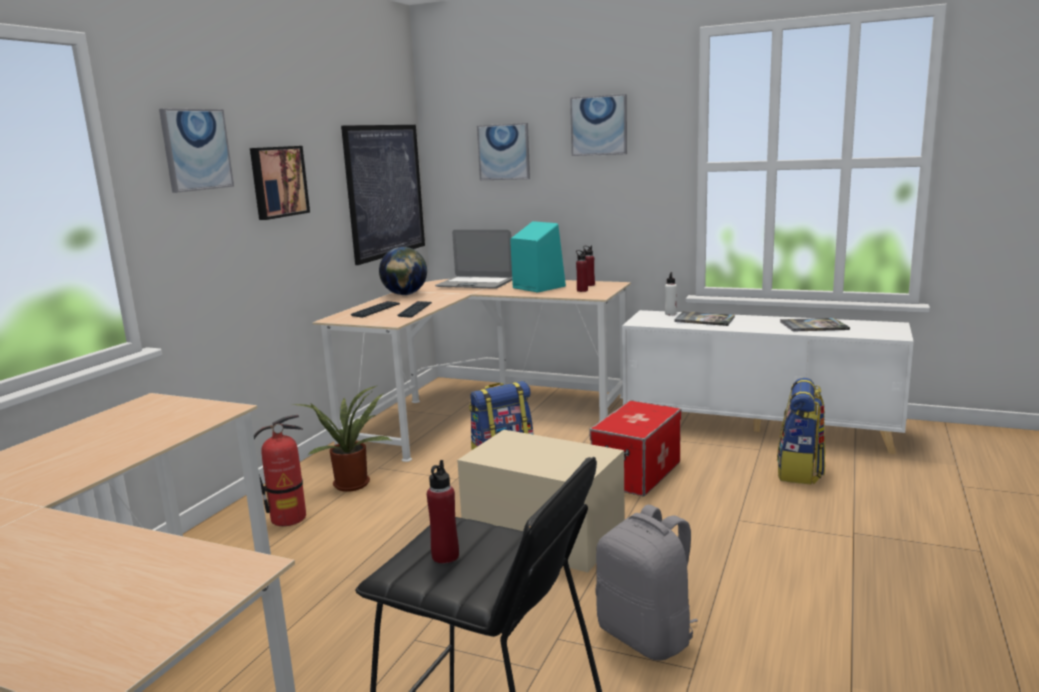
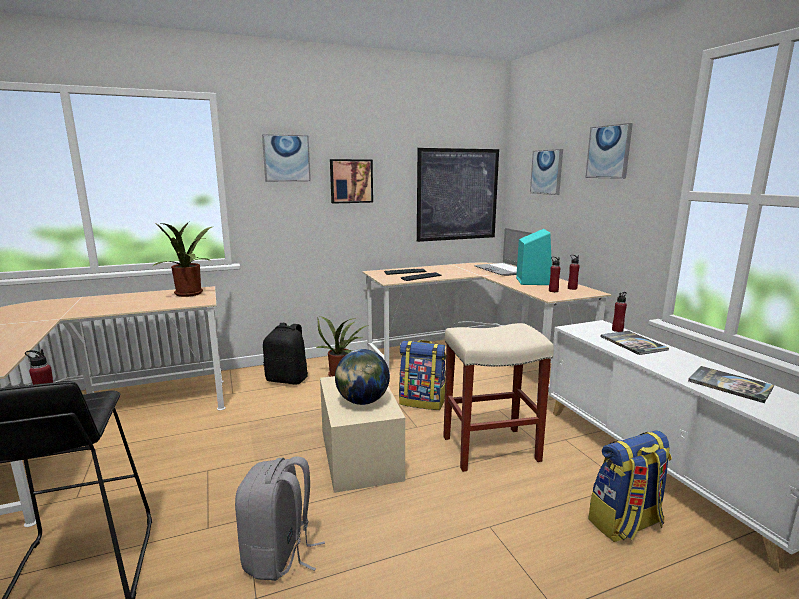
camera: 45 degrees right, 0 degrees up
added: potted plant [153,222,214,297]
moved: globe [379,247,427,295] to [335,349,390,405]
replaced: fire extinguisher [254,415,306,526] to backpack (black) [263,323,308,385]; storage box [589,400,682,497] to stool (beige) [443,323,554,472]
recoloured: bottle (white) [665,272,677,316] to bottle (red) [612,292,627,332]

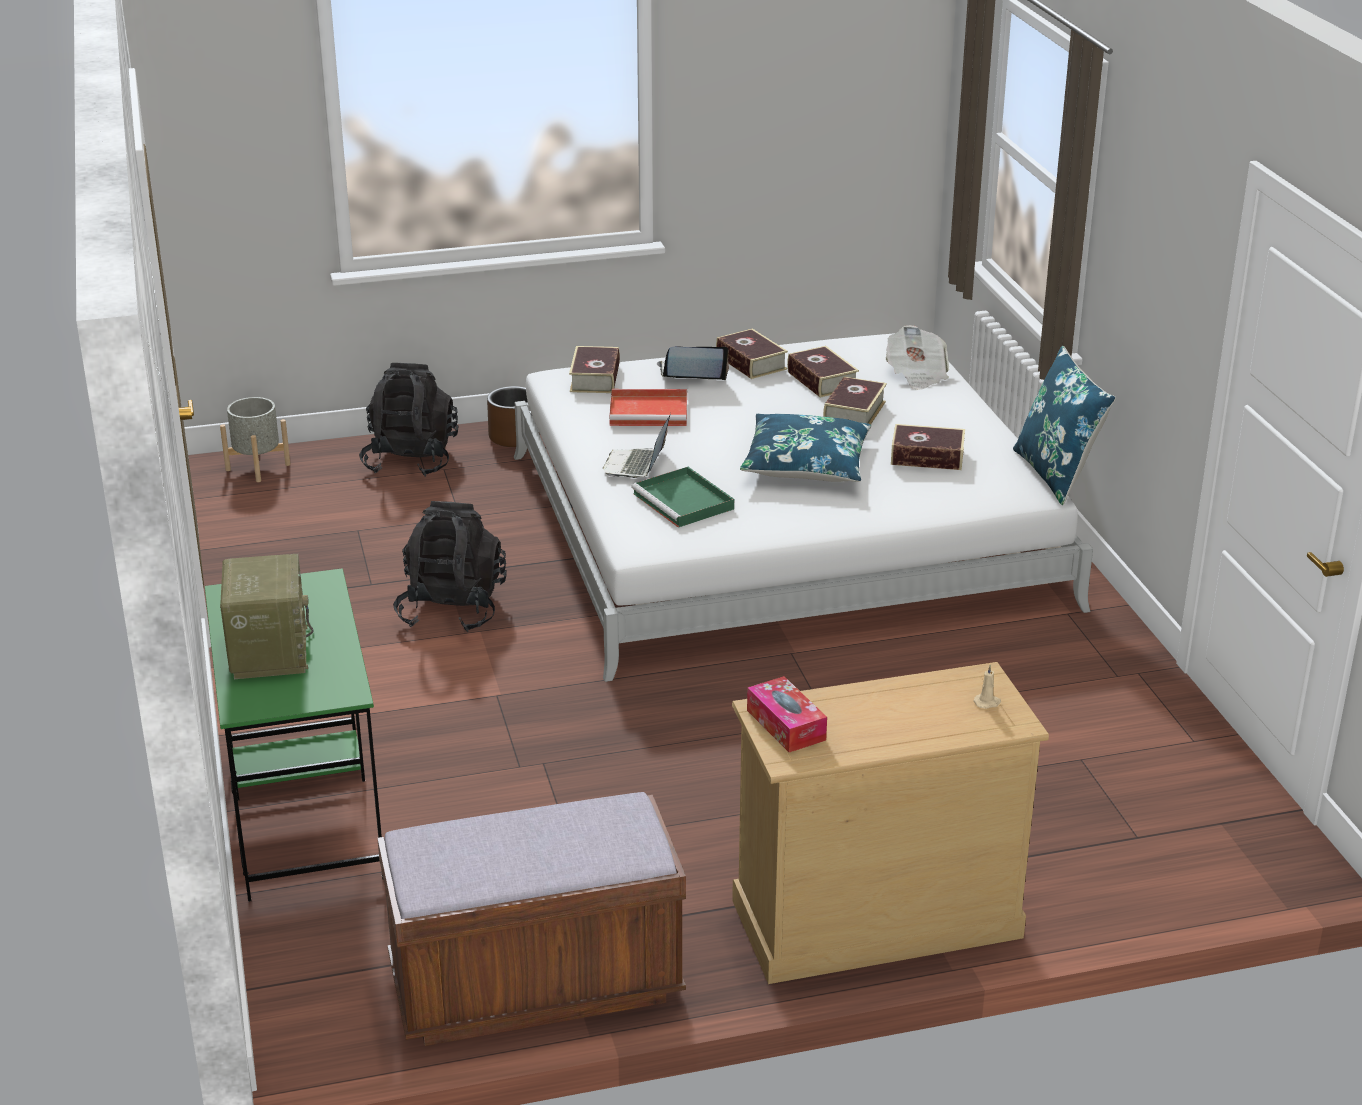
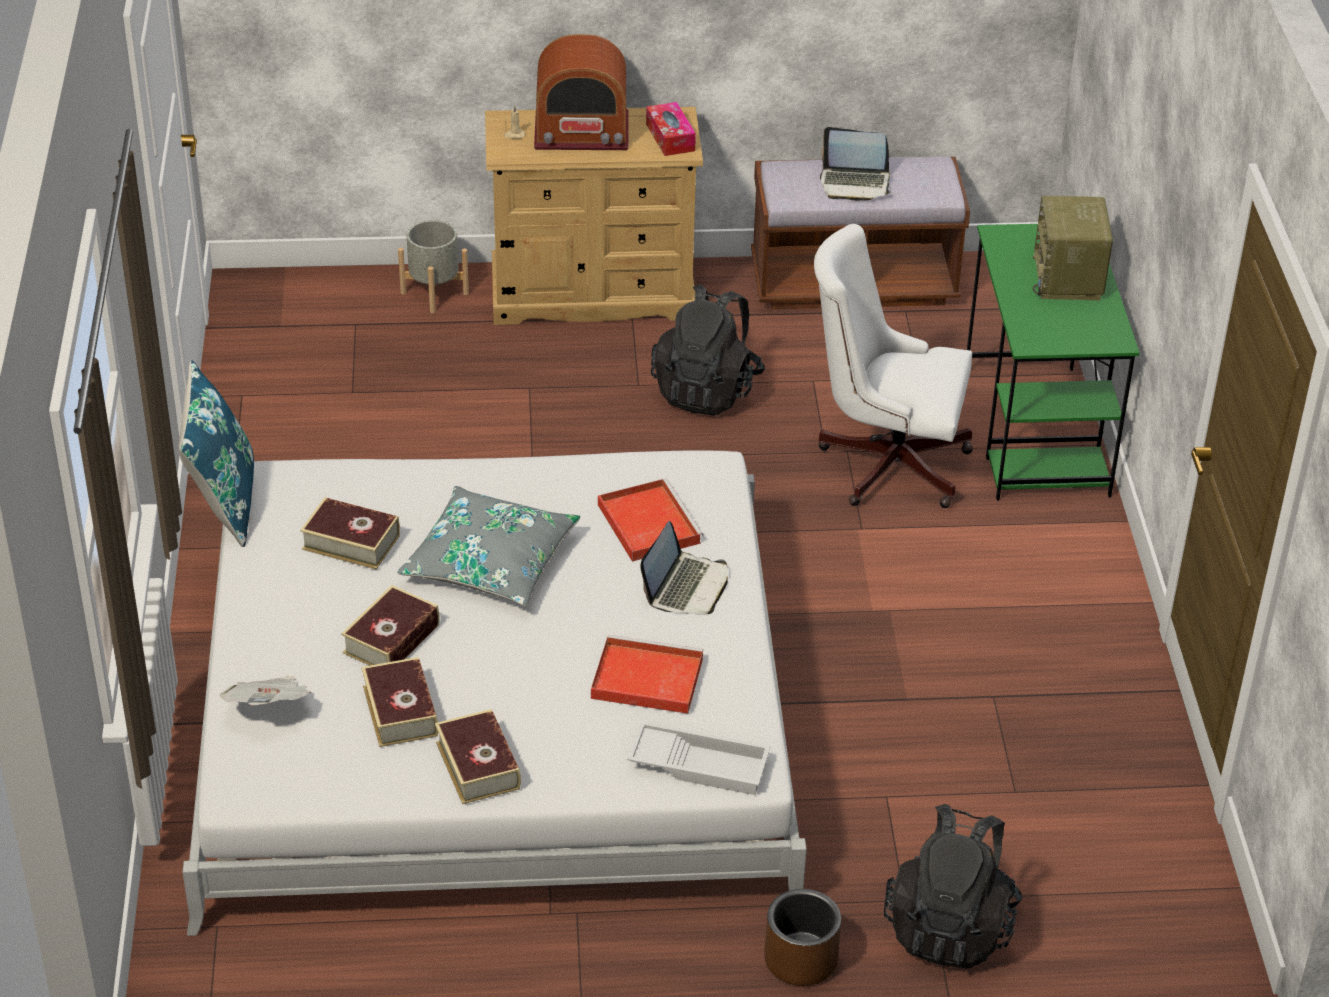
camera: 170 degrees left, 10 degrees up
added: radio [534,34,628,150]; office chair (white) [814,224,973,508]
moved: planter (grey) [220,397,291,482] to [398,220,469,313]; backpack (black) [393,501,507,632] to [651,284,765,416]; laptop [657,346,729,381] to [820,127,891,201]
replaced: book [569,346,620,393] to tray (white) [627,721,771,795]
recoloured: tray (green) [631,467,734,528] to tray (red) [598,479,703,562]; pillow (blue) [740,413,871,482] to pillow (grey) [397,486,581,606]

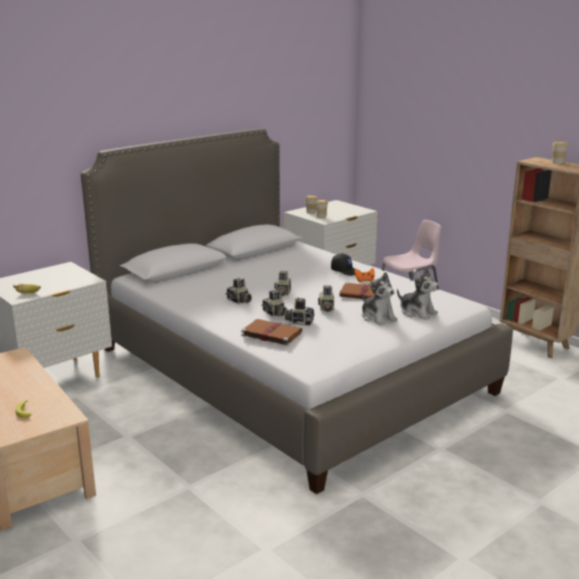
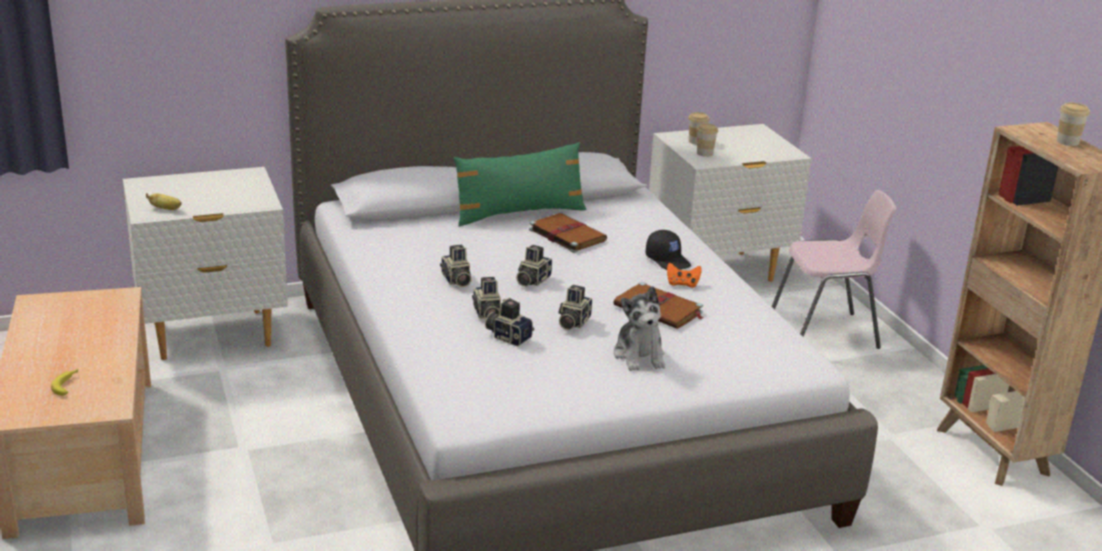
camera: 20 degrees right, 5 degrees up
removed: plush toy [397,267,439,320]
added: pillow (green) [453,142,586,227]
moved: book (brown) [240,319,302,346] to [529,213,607,253]

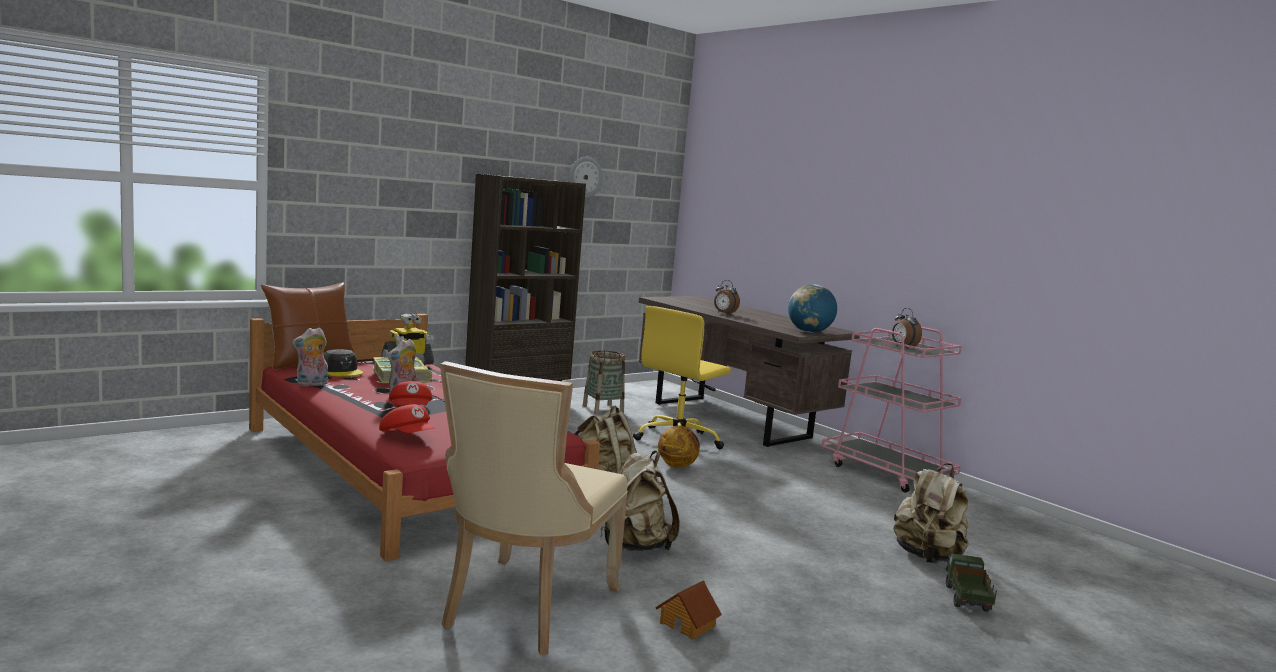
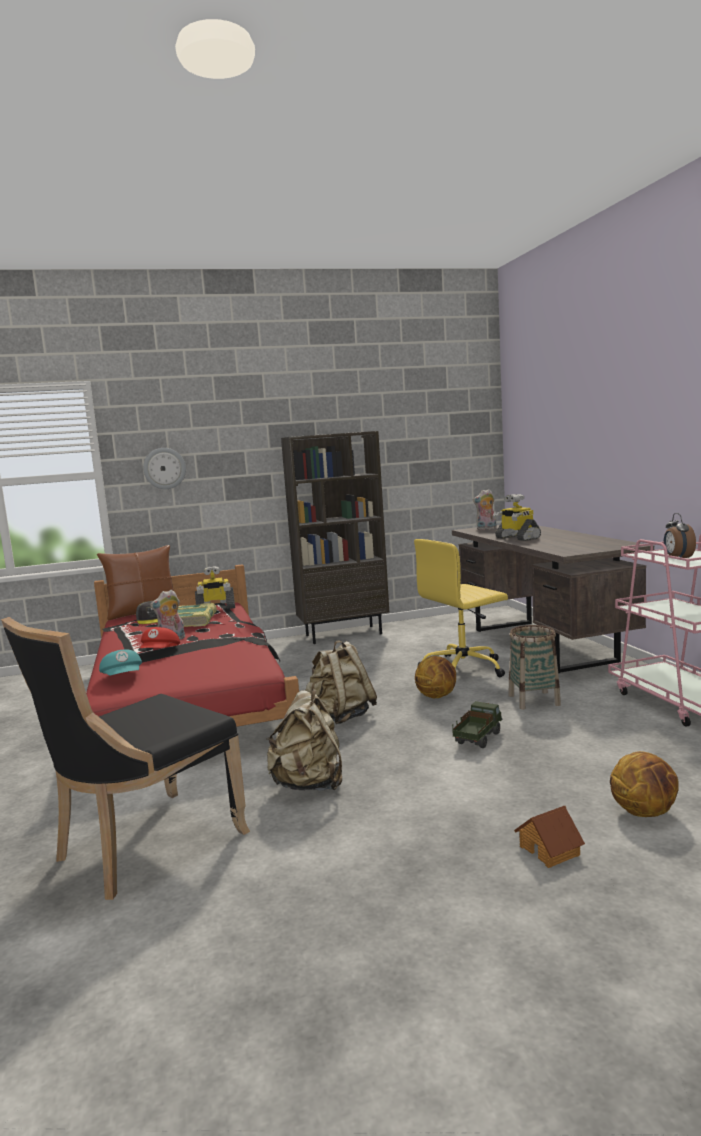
camera: 25 degrees right, 0 degrees up
removed: globe [788,284,837,333]
moved: plush toy [292,328,328,386] to [473,489,497,530]; wall clock [569,157,603,198] to [143,448,186,489]; basket [582,350,625,414] to [509,625,561,709]; toy house [655,580,722,639] to [514,806,585,868]; toy truck [946,553,997,612] to [452,701,502,748]
replaced: alarm clock [714,280,740,315] to toy robot [493,494,541,541]; backpack (beige) [893,463,969,563] to basketball [610,751,679,817]
recoloured: cap (red) [379,404,435,433] to cap (turquoise) [99,649,142,676]; chair (beige) [440,361,628,655] to chair (black) [1,617,250,900]

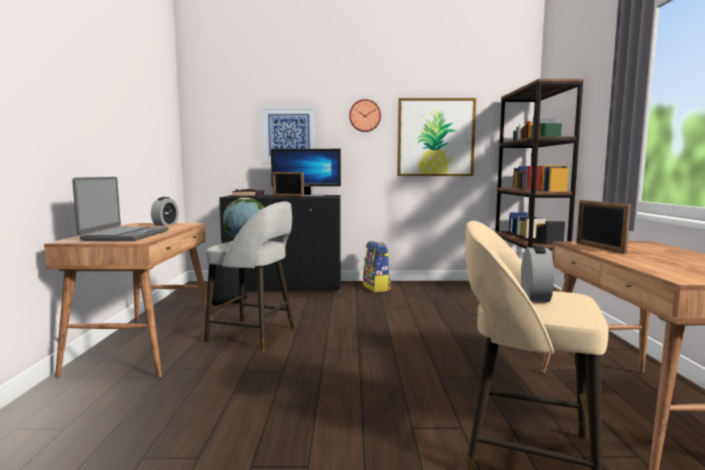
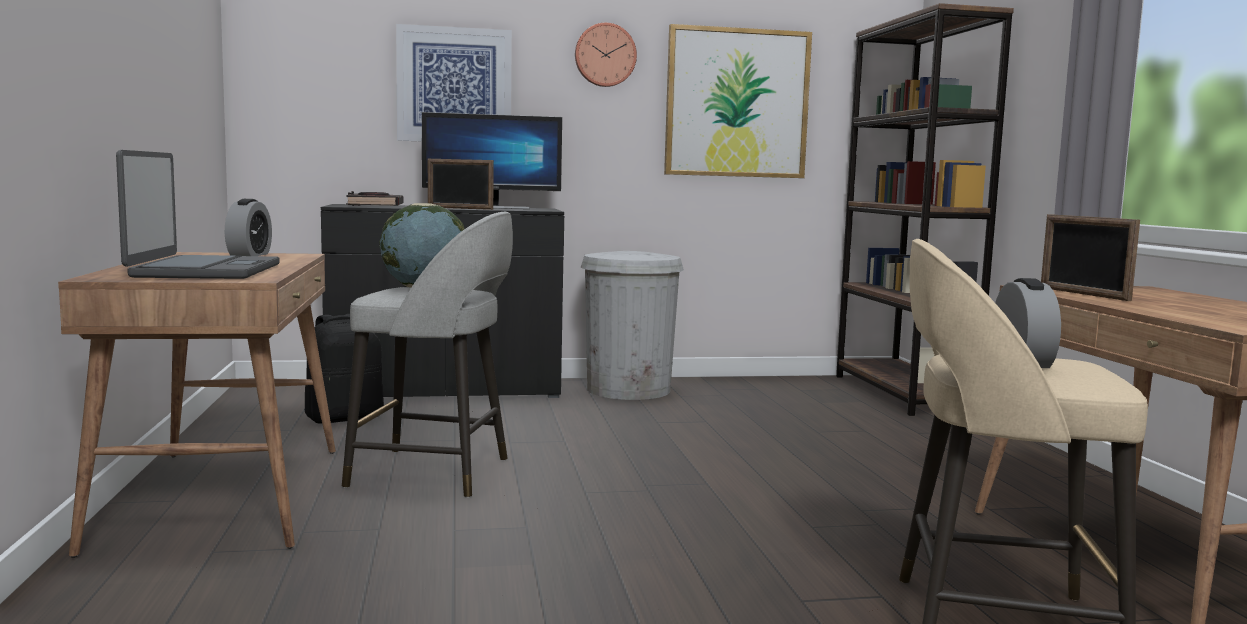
camera: 10 degrees left, 0 degrees up
replaced: backpack [363,241,391,292] to trash can (white) [581,251,684,400]

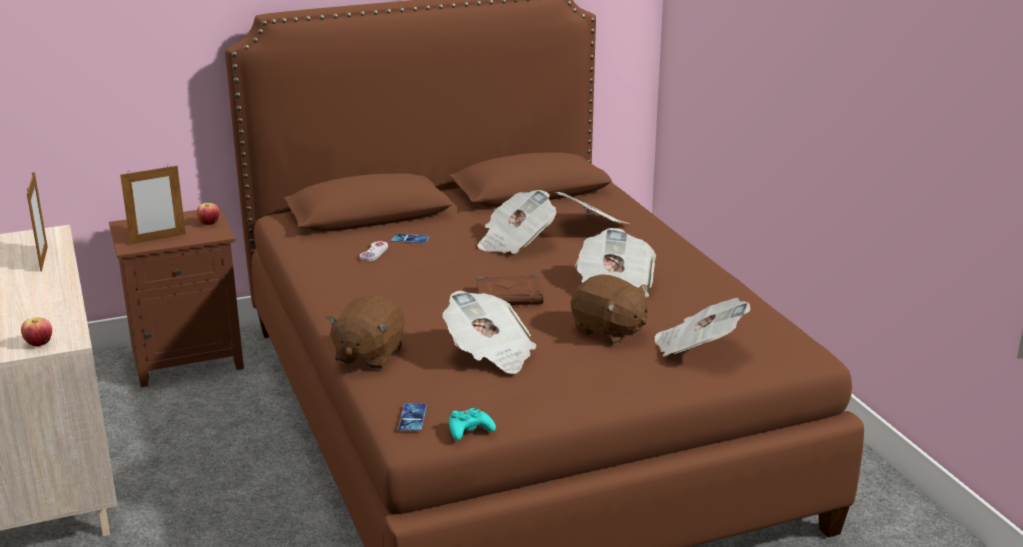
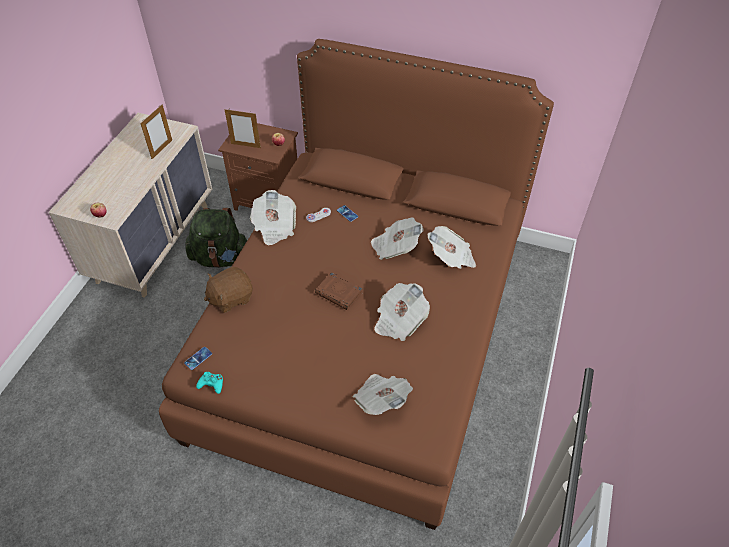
camera: 40 degrees right, 25 degrees up
removed: plush toy (brown) [571,274,648,345]
added: backpack (green) [185,208,247,268]
moved: newspaper [443,290,537,374] to [250,190,296,245]

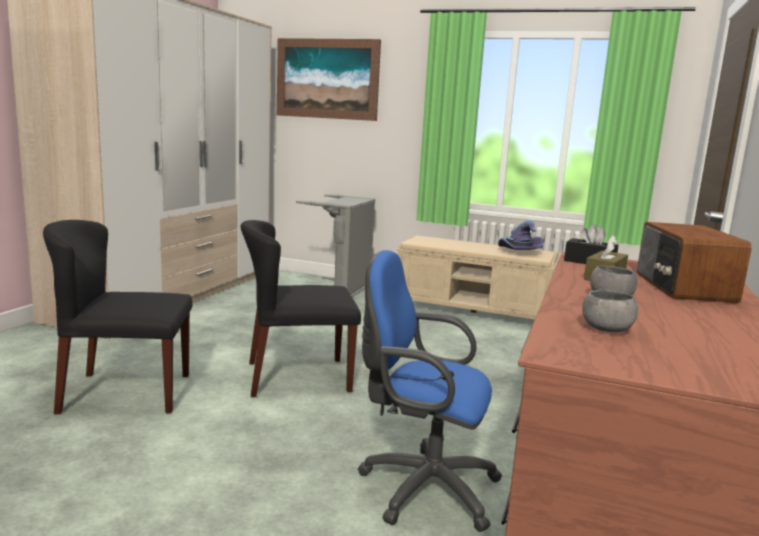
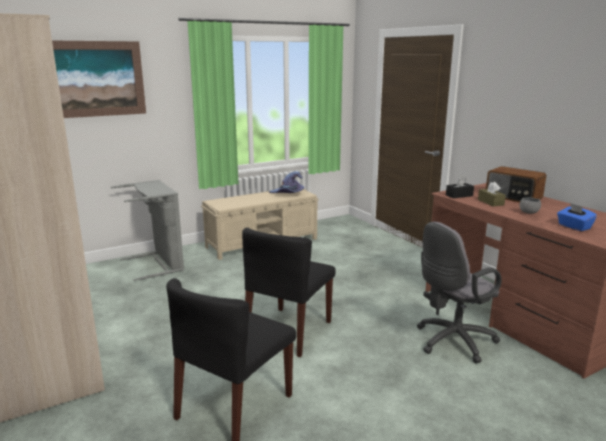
camera: 50 degrees left, 5 degrees up
replaced: bowl (grey) [582,289,638,332] to tissue box (blue) [557,203,597,231]
recoloured: office chair (blue) [358,250,502,532] to office chair (grey) [417,221,502,363]

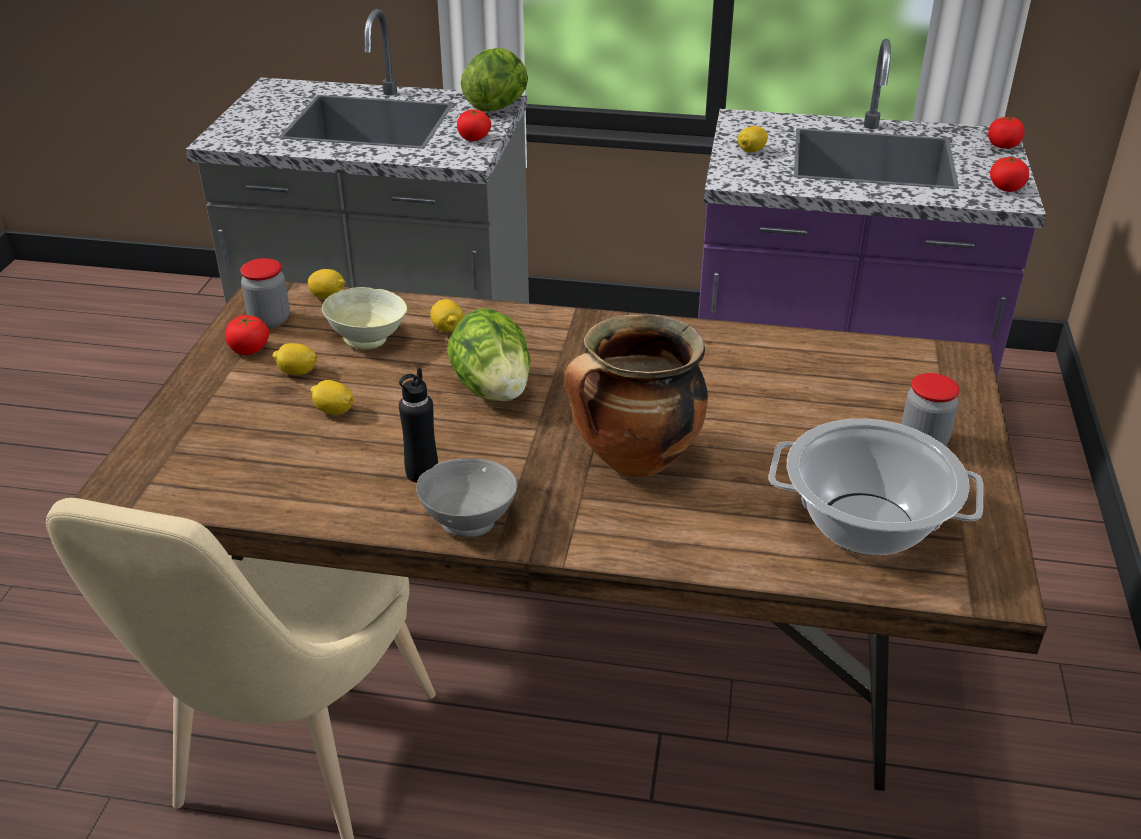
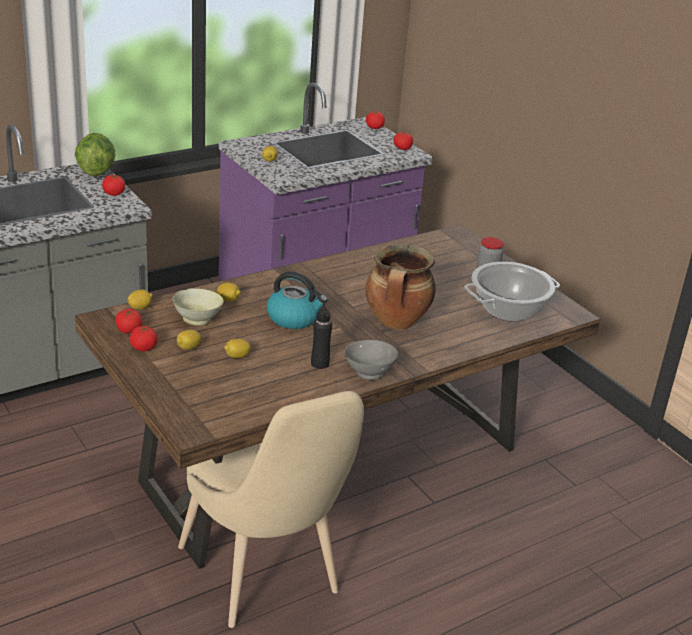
camera: 45 degrees left, 5 degrees down
replaced: jar [240,258,290,328] to tomato [115,309,142,333]; lettuce [447,308,530,401] to kettle [267,272,328,329]

